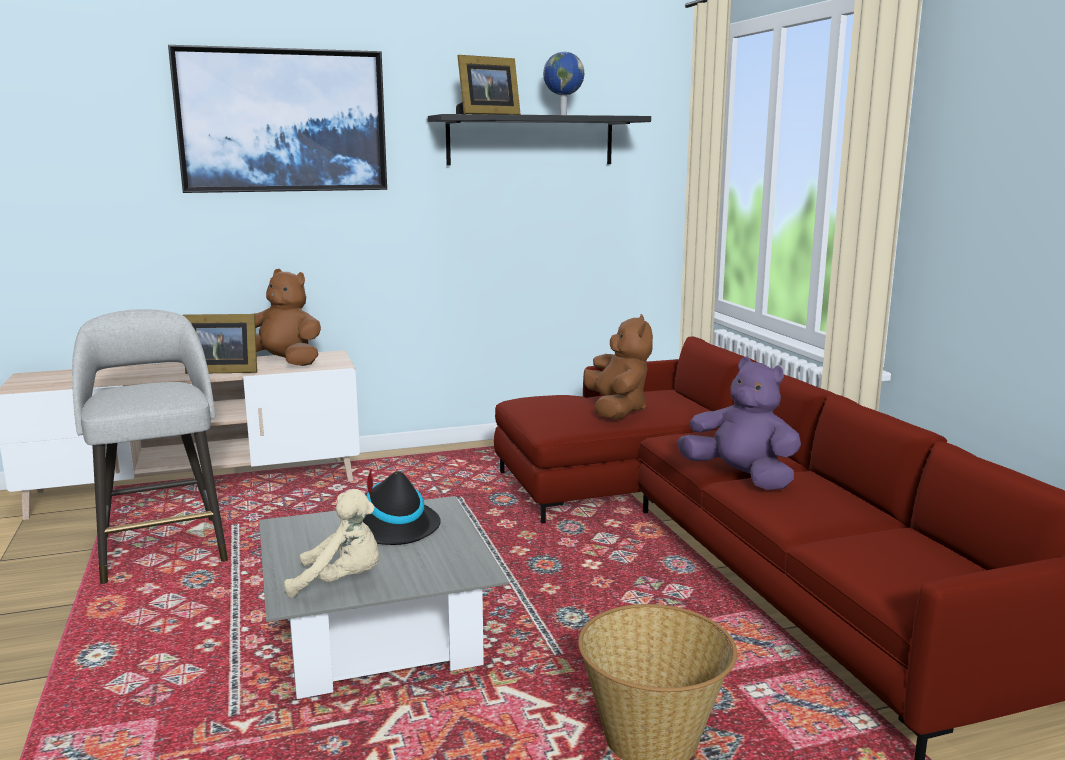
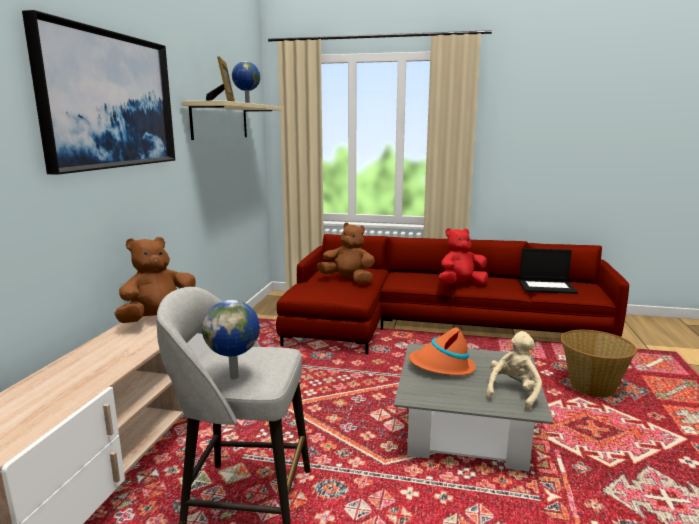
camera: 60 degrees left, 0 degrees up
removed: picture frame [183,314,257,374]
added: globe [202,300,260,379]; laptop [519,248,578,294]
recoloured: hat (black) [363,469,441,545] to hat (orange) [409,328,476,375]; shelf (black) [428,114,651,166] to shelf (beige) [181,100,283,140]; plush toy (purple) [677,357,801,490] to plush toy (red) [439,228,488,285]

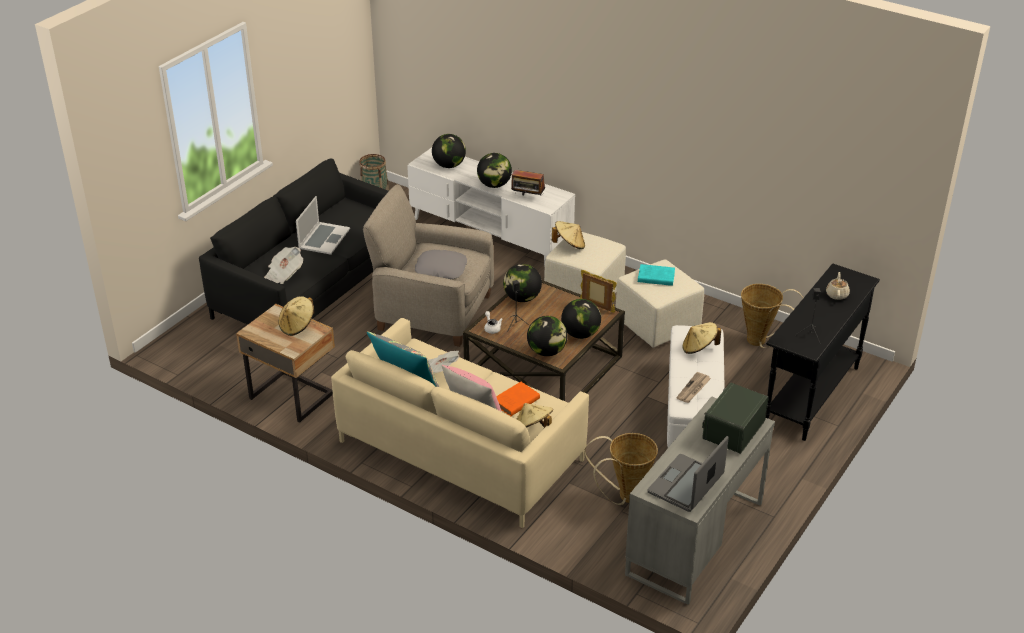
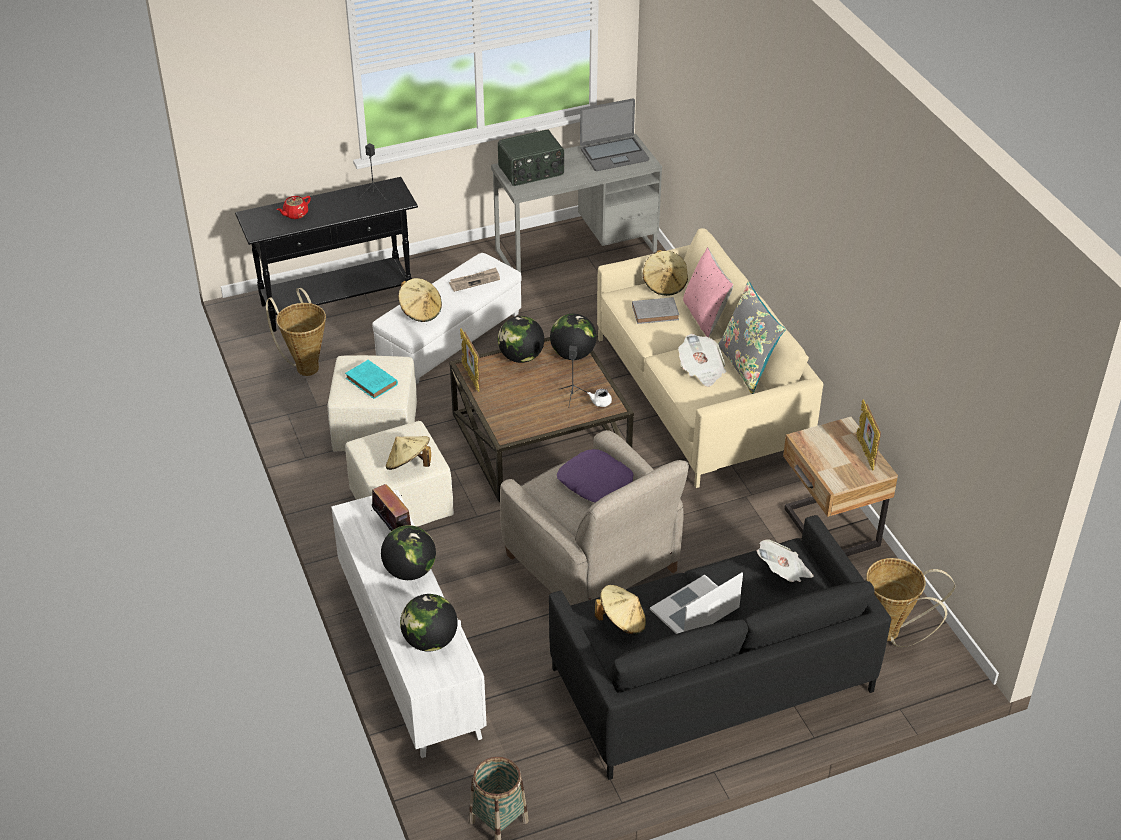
camera: 145 degrees left, 5 degrees up
removed: globe [503,264,542,302]
added: picture frame [856,399,881,470]
moved: hat (beige) [278,296,315,336] to [595,585,646,635]; basket [584,433,658,505] to [866,558,955,647]
recoloured: pillow (grey) [415,250,467,279] to pillow (purple) [557,449,633,503]; book (orange) [496,382,540,416] to book (grey) [632,297,679,324]; teapot (beige) [826,272,850,300] to teapot (red) [277,196,311,219]

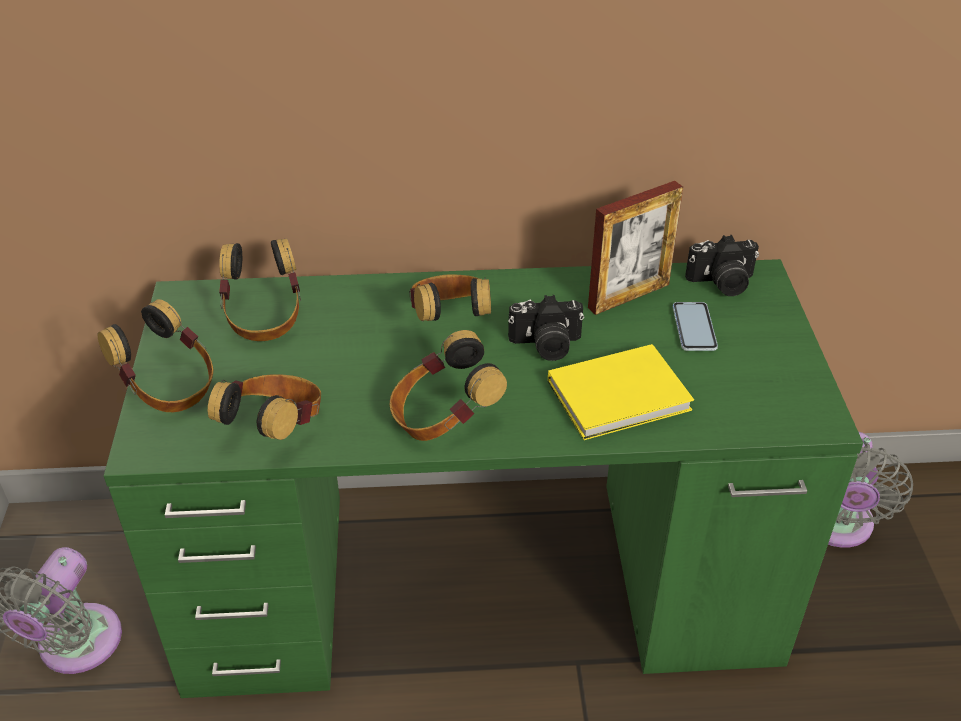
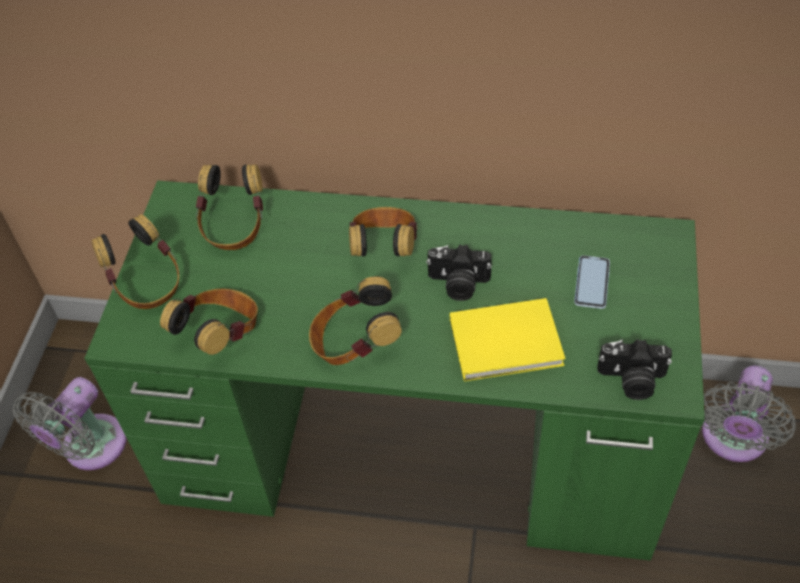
camera: 15 degrees right, 10 degrees up
removed: picture frame [588,181,683,315]
moved: photo camera [685,235,759,296] to [597,339,672,400]

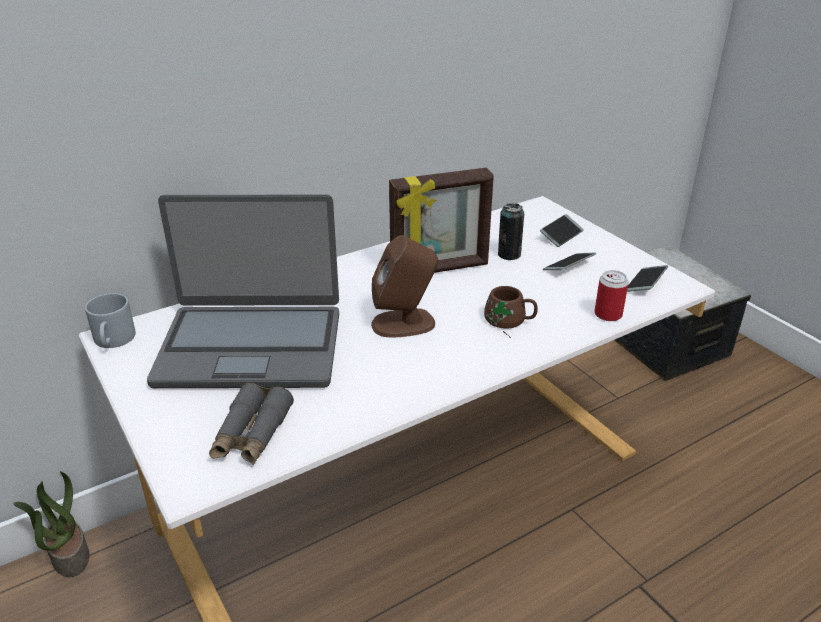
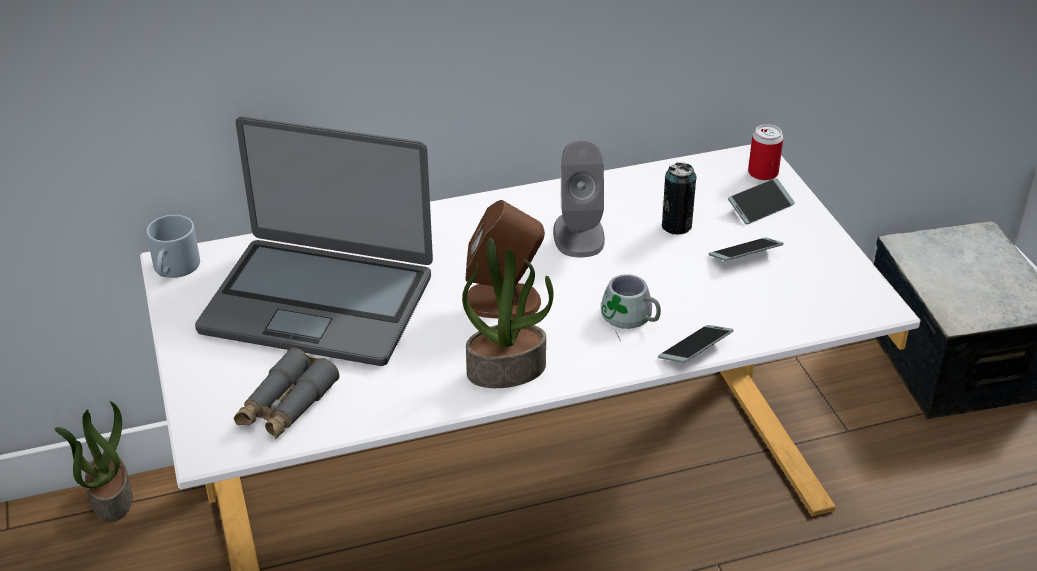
camera: 15 degrees right, 5 degrees up
added: potted plant [462,238,554,388]
moved: can [594,270,629,321] to [748,124,783,181]; phone [627,265,668,292] to [658,325,734,363]
replaced: picture frame [389,168,494,273] to speaker (grey) [553,140,605,257]
recoloured: mug (brown) [484,286,538,338] to mug (grey) [601,274,661,341]

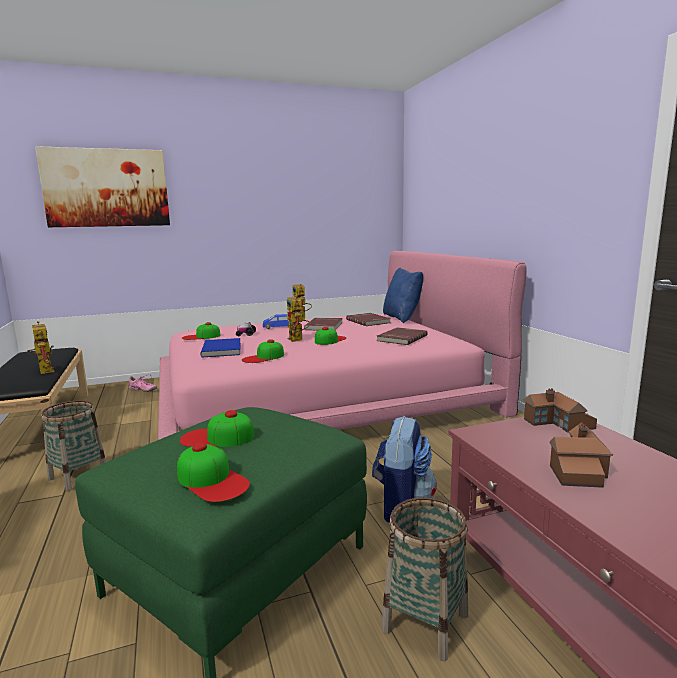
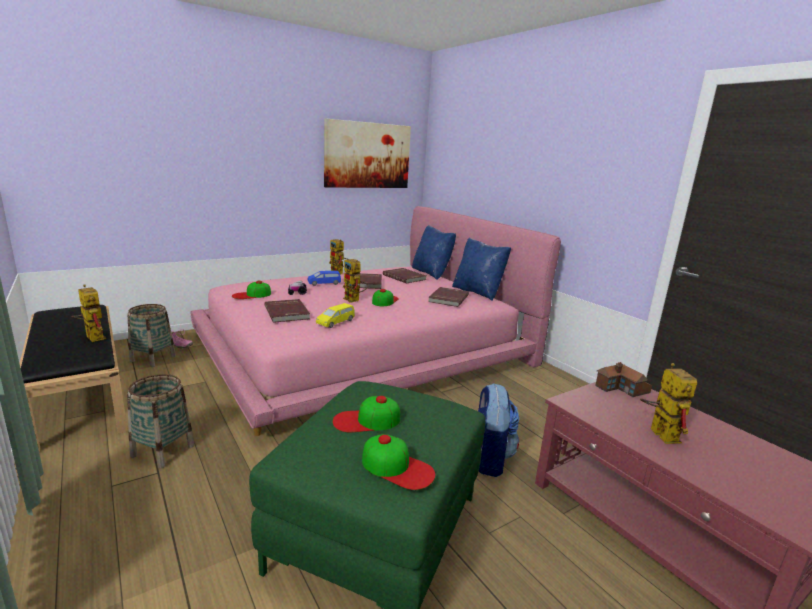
camera: 15 degrees left, 5 degrees up
added: pillow (blue) [452,238,511,300]
moved: picture [35,146,170,227] to [324,118,411,188]; basket [382,497,468,661] to [128,304,176,367]
replaced: cap [242,340,284,363] to toy car (yellow) [316,303,355,328]; toy house [550,422,613,488] to toy robot [640,363,697,444]
recoloured: book (blue) [200,338,241,358] to book (red) [265,299,310,323]

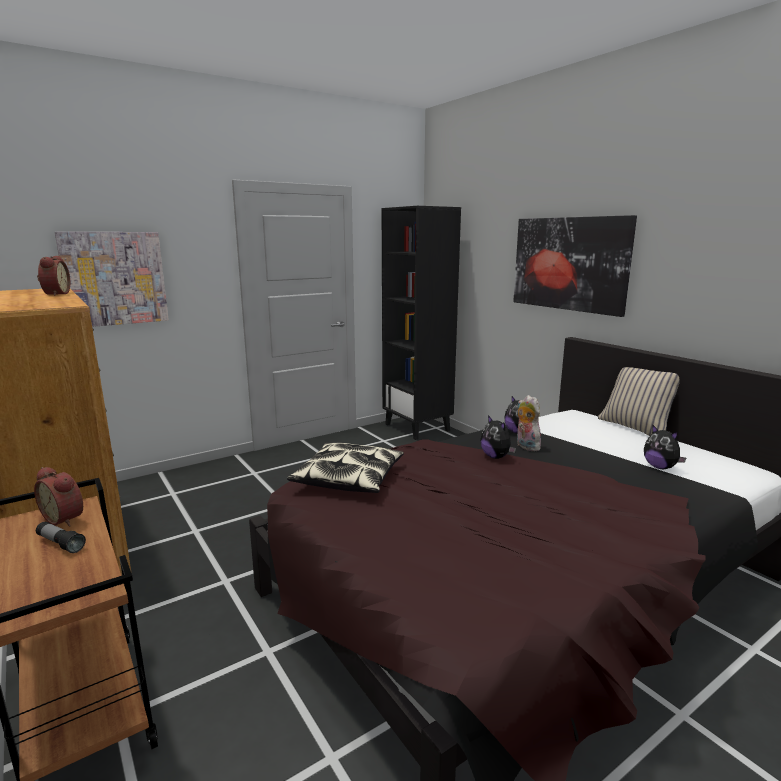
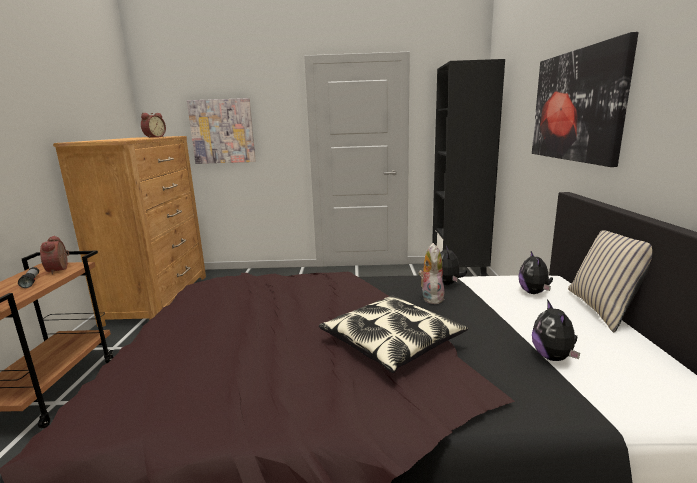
camera: 35 degrees right, 0 degrees up
moved: pillow [287,442,404,493] to [319,296,468,373]; plush toy [480,415,516,459] to [518,251,553,294]

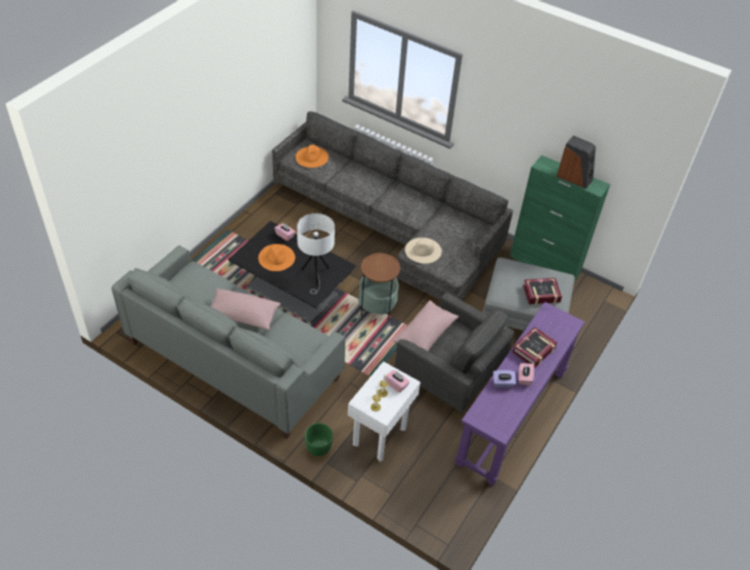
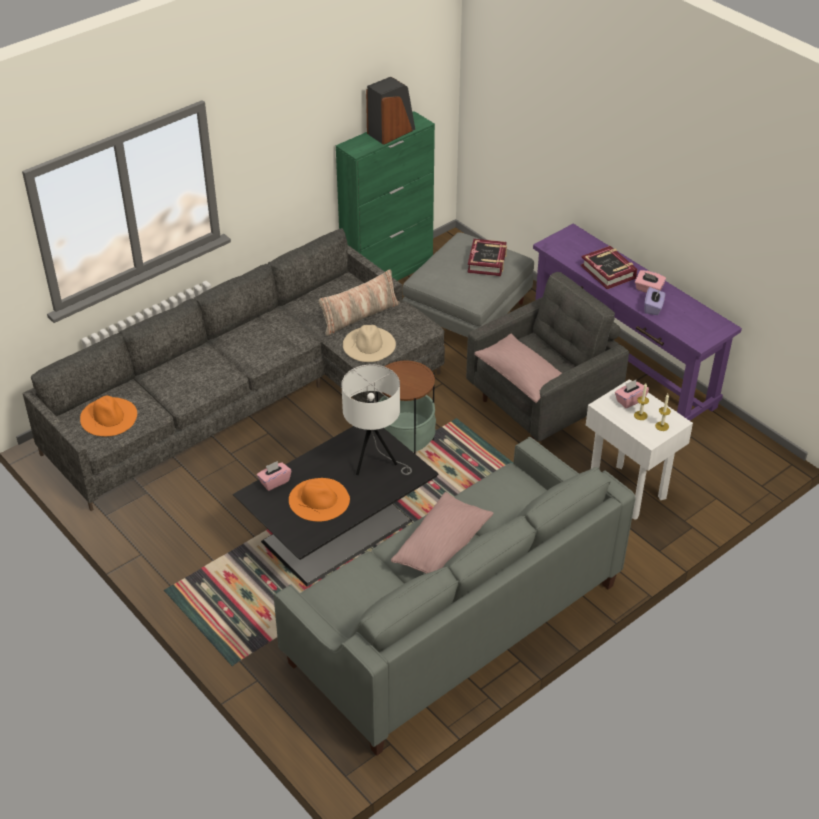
camera: 70 degrees left, 5 degrees down
removed: planter (green) [305,423,333,456]
added: pillow [319,269,400,336]

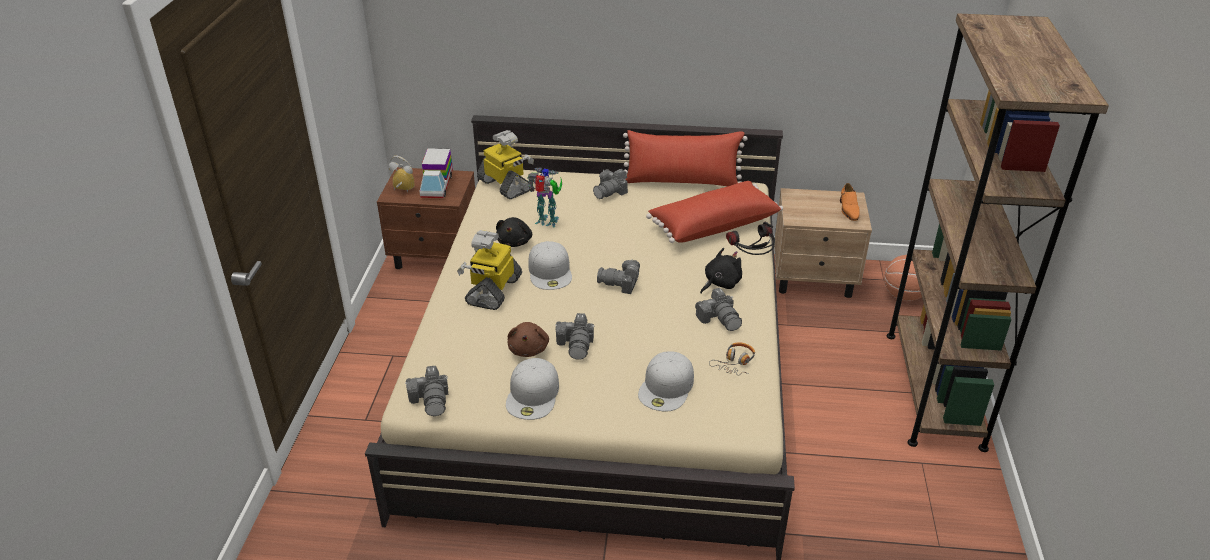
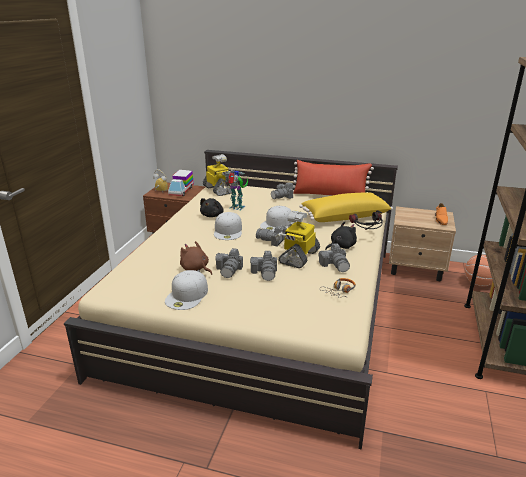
camera: 10 degrees right, 10 degrees down
moved: photo camera [405,366,448,416] to [250,251,277,281]; toy robot [457,230,522,310] to [275,210,320,268]; cap (white) [638,351,694,412] to [260,206,292,231]
recoloured: pillow (red) [646,181,783,243] to pillow (yellow) [299,192,393,222]
turned: plush toy (brown) [508,322,549,357] = [180,241,212,275] 120 degrees clockwise

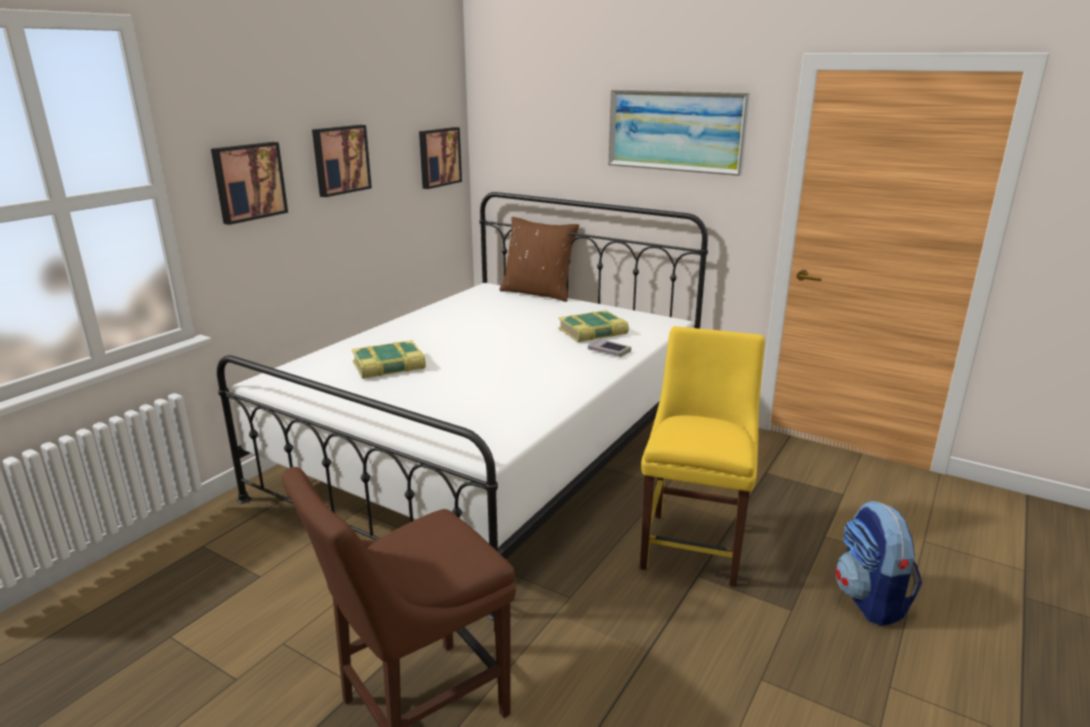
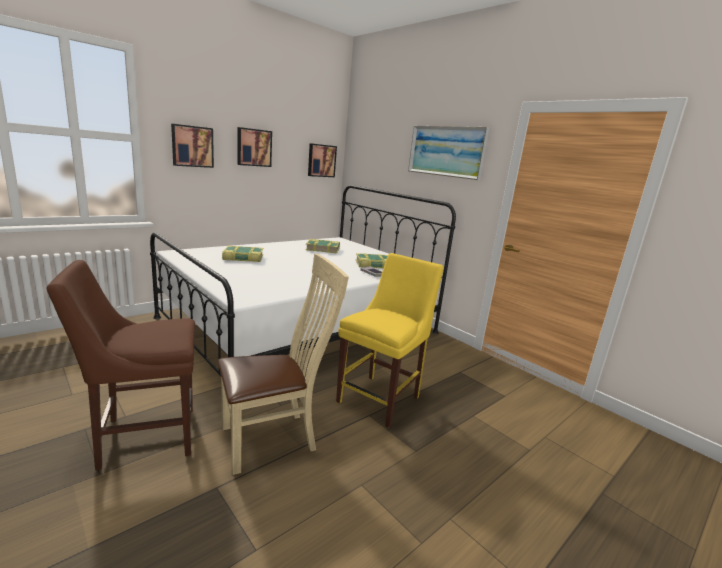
camera: 15 degrees right, 5 degrees down
removed: pillow (brown) [500,217,579,302]; backpack [835,501,922,626]
added: chair (beige) [218,254,349,475]; book [306,239,340,254]

